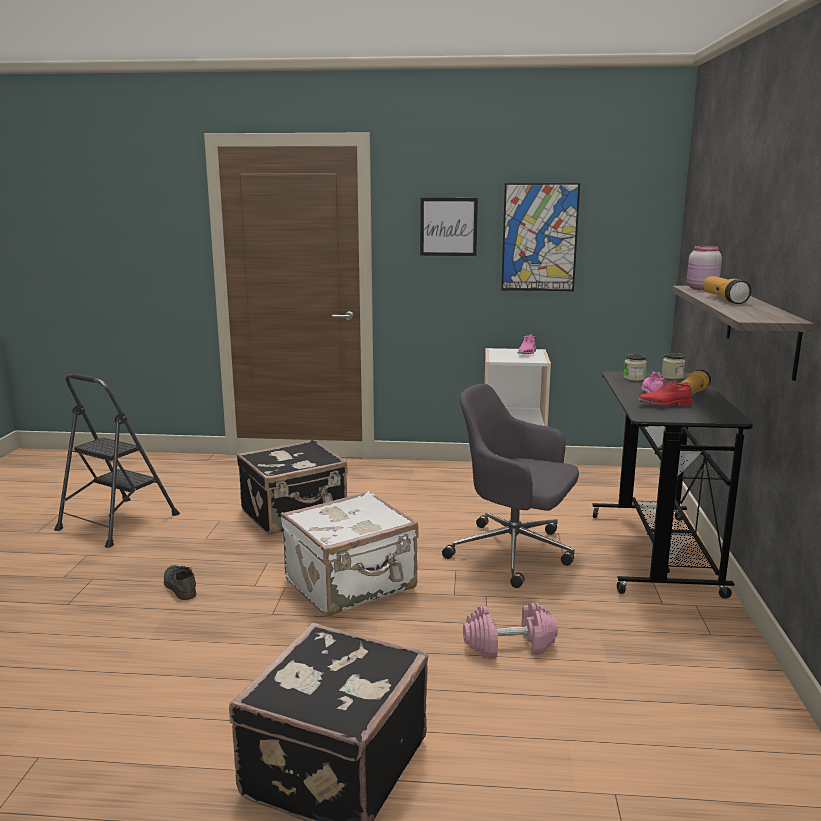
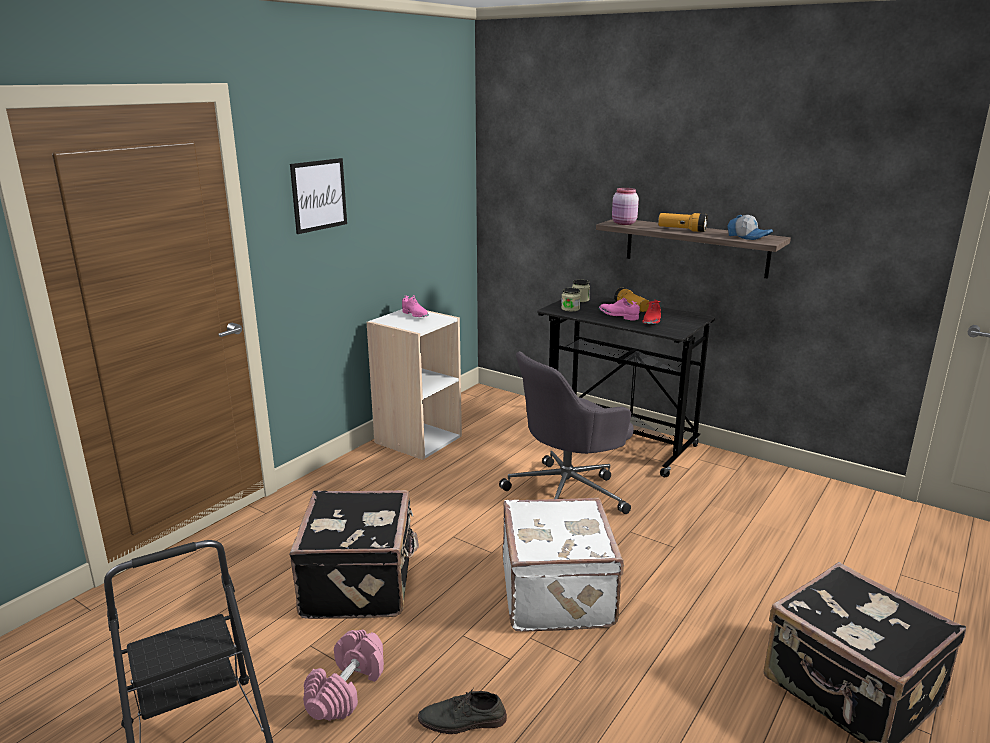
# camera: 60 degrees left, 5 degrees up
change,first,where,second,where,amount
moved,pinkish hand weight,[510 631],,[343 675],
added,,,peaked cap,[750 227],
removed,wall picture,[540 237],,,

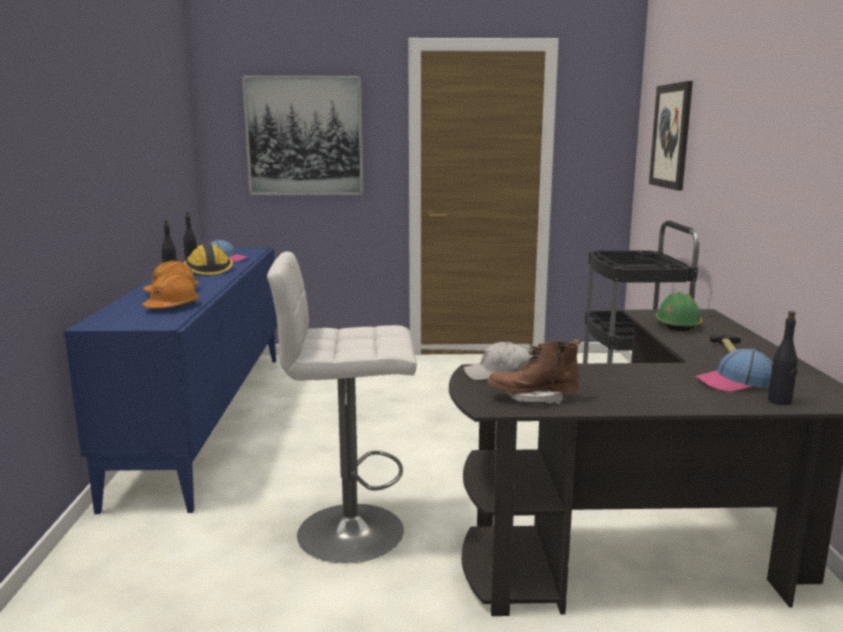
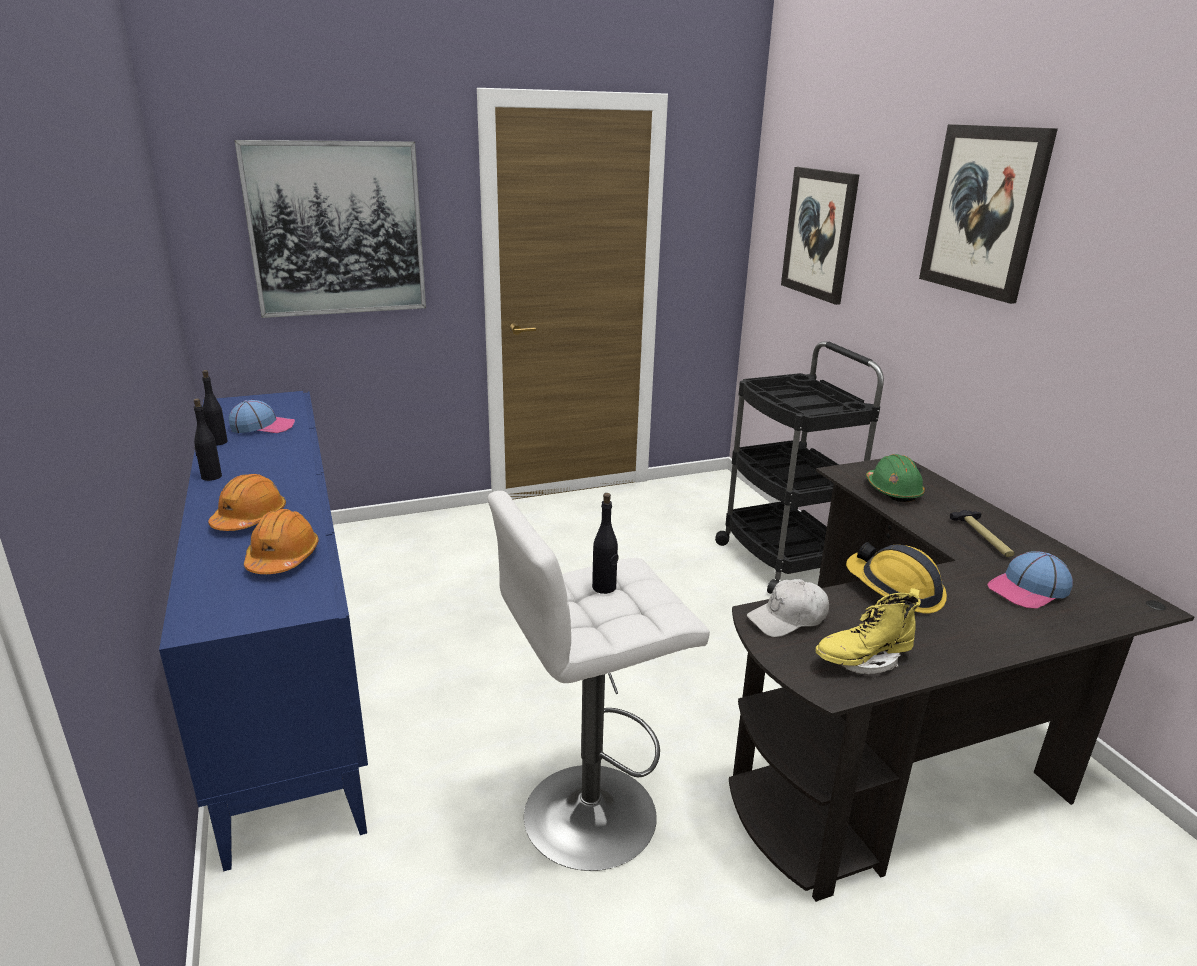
# camera: 20 degrees left, 10 degrees up
change,first,where,second,where,amount
moved,black bottle,[783 358],,[605 543],
recoloured,brown-coloured boot,[534 371],yellow boot,[868 631],
moved,work helmet,[208 259],,[896 577],
added,,,wall picture,[988 214],

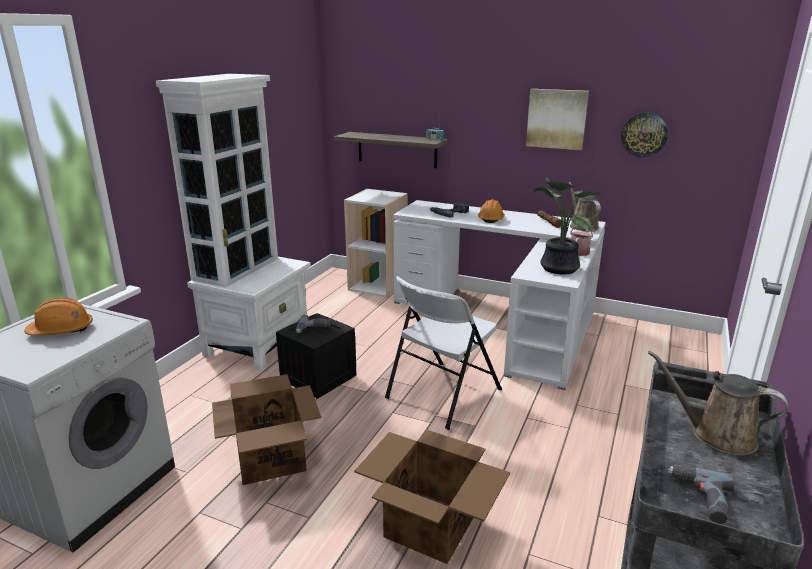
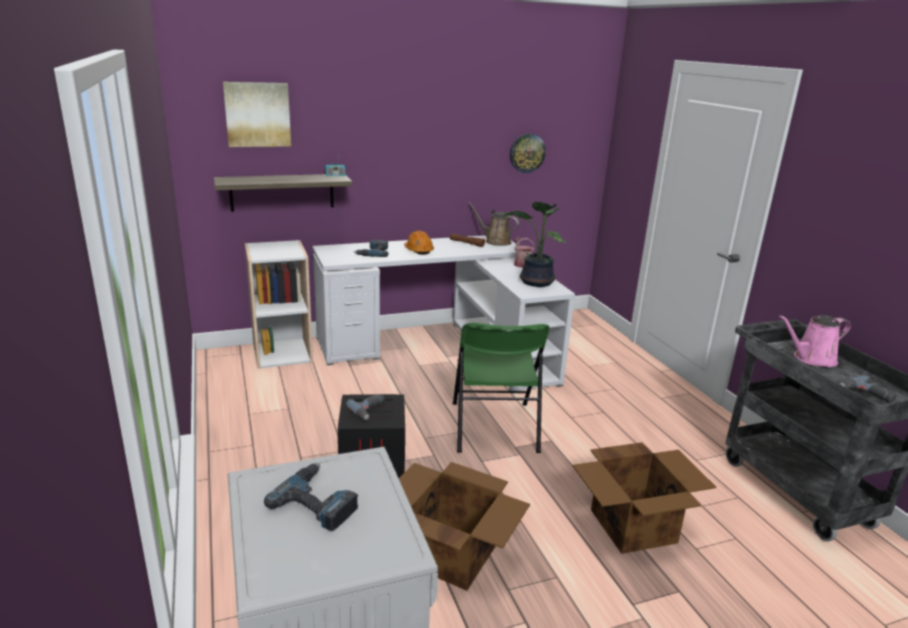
# camera: 45 degrees left, 0 degrees up
change,first,where,second,where,amount
moved,wall picture,[557 119],,[257 114],
replaced,orange-coloured work helmet,[58 316],power drill,[311 497],
recoloured,white upright chair,[443 353],green-coloured upright chair,[501 388],
recoloured,brown-coloured watering can,[718 402],pinkish watering can,[815 341],
removed,white cupboard,[233 223],,,

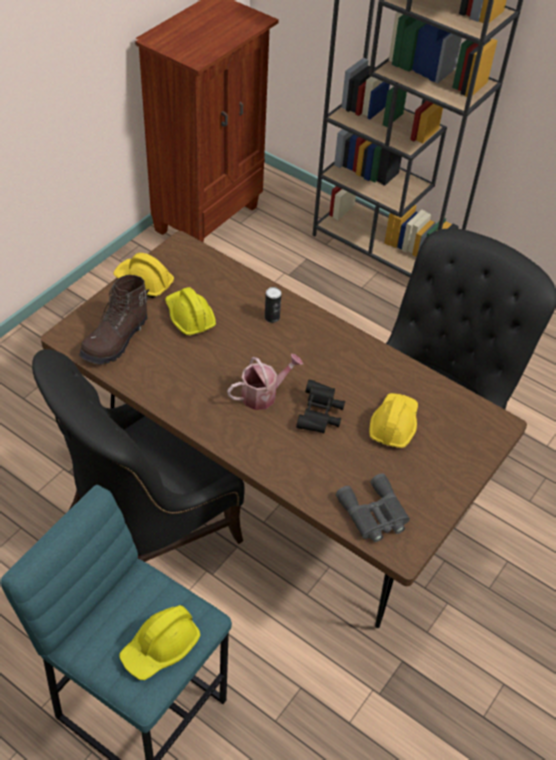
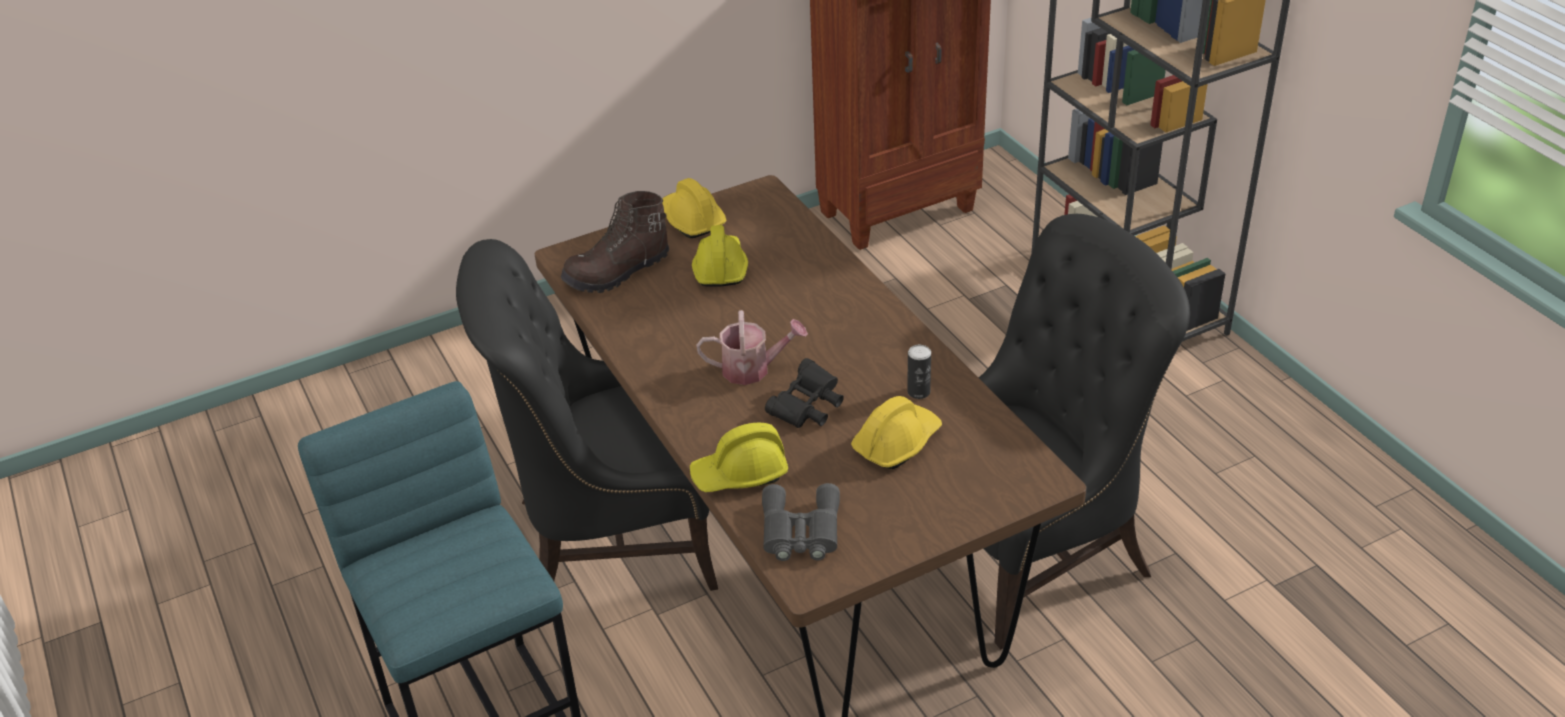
# camera: 30 degrees right, 10 degrees down
change,first,where,second,where,amount
moved,yellow work helmet,[159 642],,[739 457],
moved,sealed can,[273 305],,[919 372],

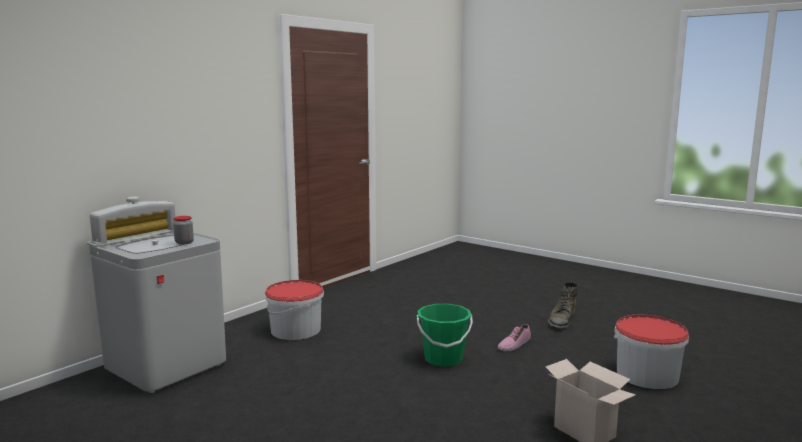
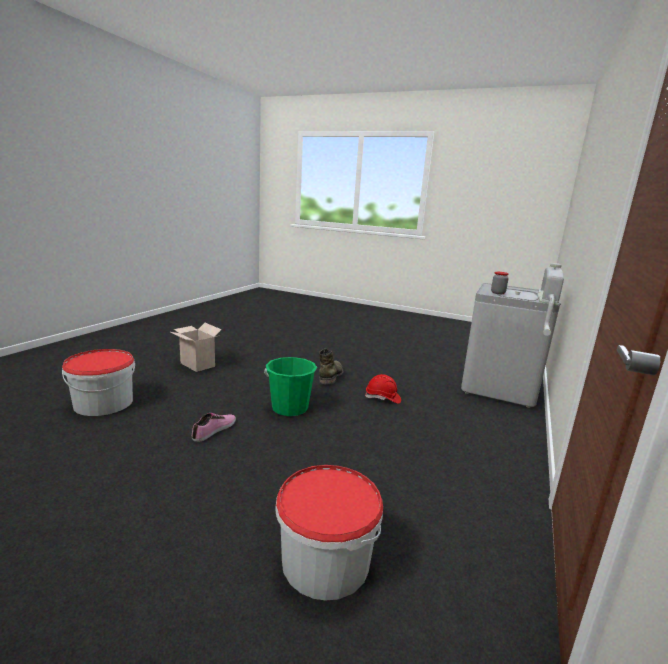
# camera: 165 degrees right, 5 degrees up
change,first,where,second,where,amount
moved,water bucket,[294 310],,[329 533],
moved,green-coloured boot,[563 305],,[331 366],
added,,,red-coloured work helmet,[383 389],

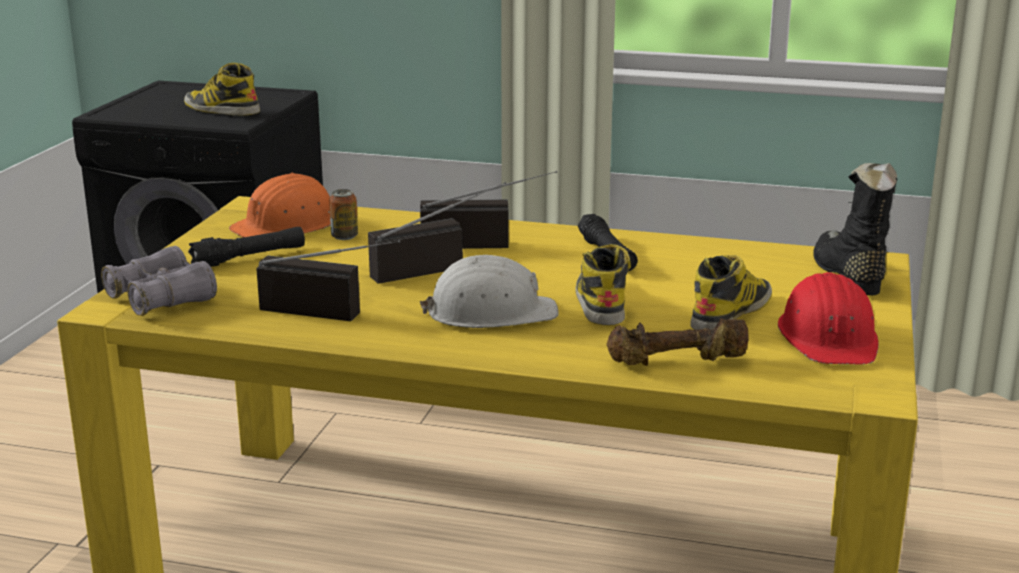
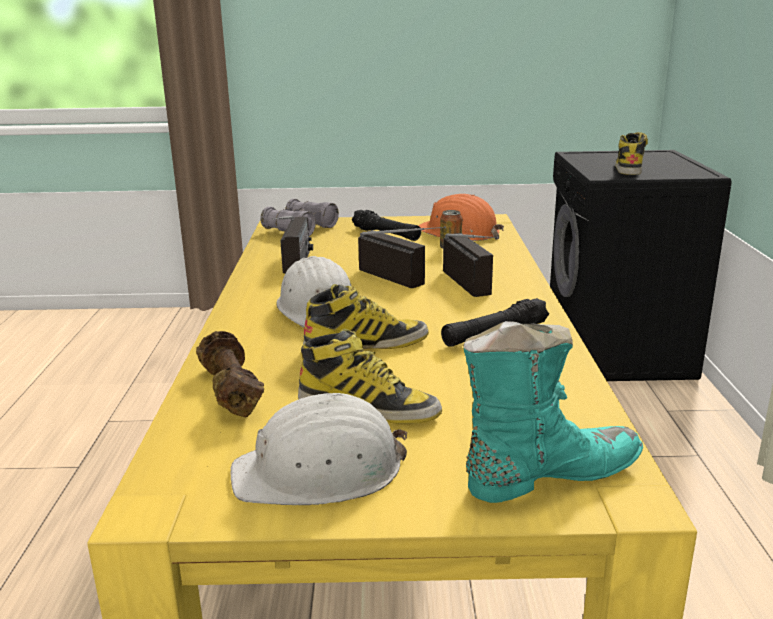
# camera: 75 degrees right, 0 degrees up
change,first,where,second,where,amount
recoloured,red-coloured work helmet,[828 318],white work helmet,[318 448],
recoloured,black boot,[855 229],turquoise boot,[553 412],

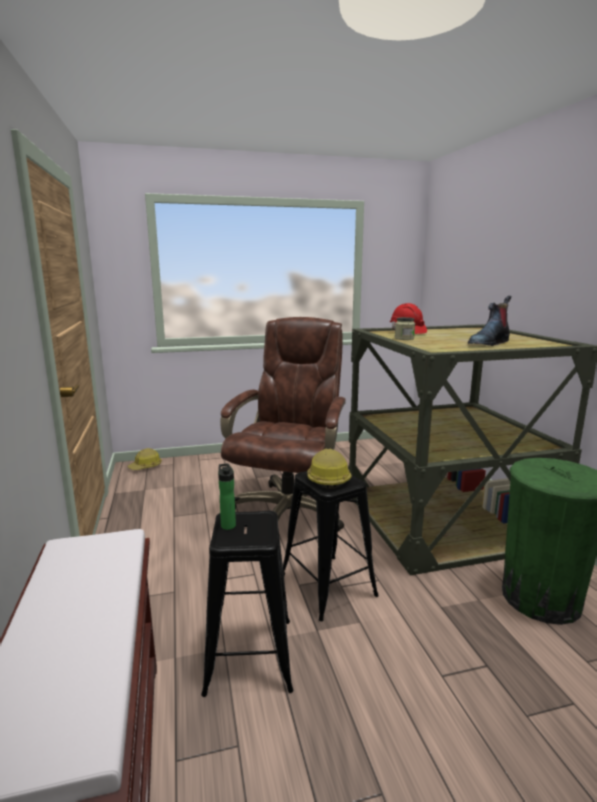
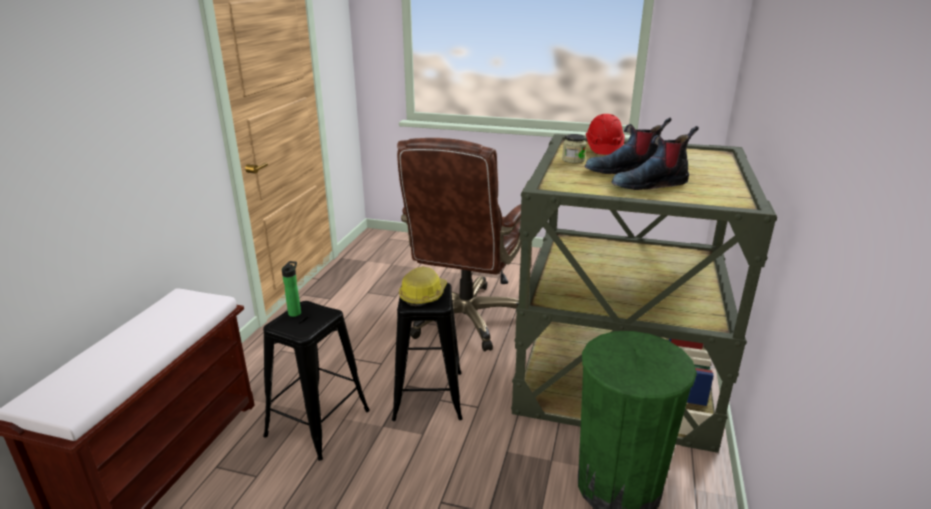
# camera: 30 degrees right, 10 degrees up
change,first,where,second,where,amount
turned,brown-coloured computer chair,[283 424],,[459 245],150 degrees clockwise
added,,,boot,[627 145],
removed,work helmet,[144 459],,,

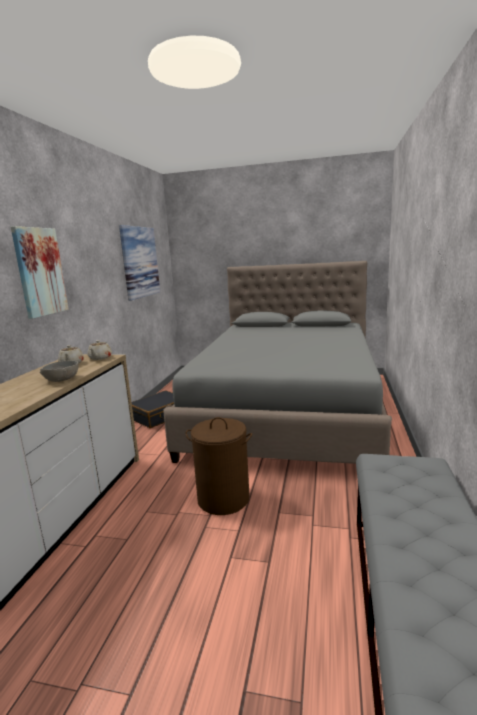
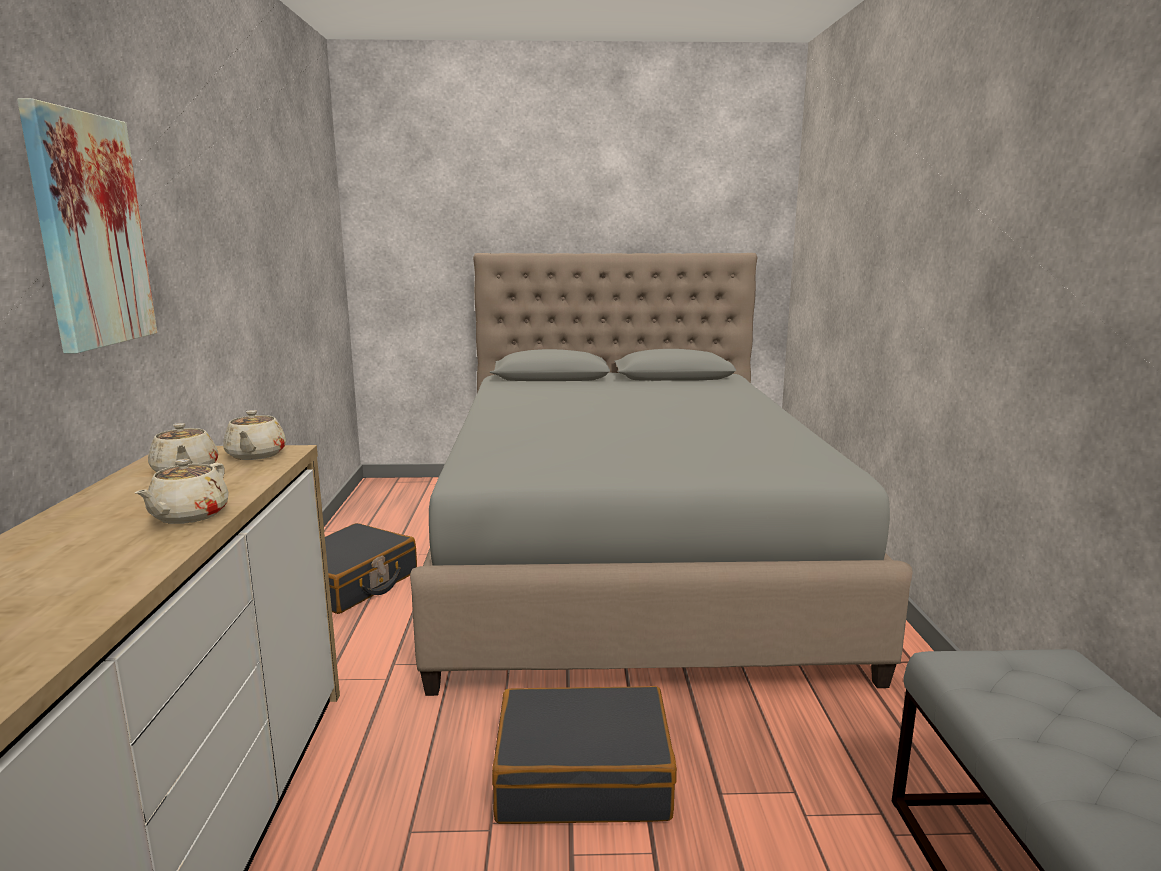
# camera: 15 degrees left, 0 degrees up
change,first,where,second,where,amount
replaced,gray bowl,[59 371],beige-coloured tea pot,[182 491],
replaced,brown-coloured washing basket,[219 466],black suitcase,[584 755],
removed,wall picture,[139 263],,,

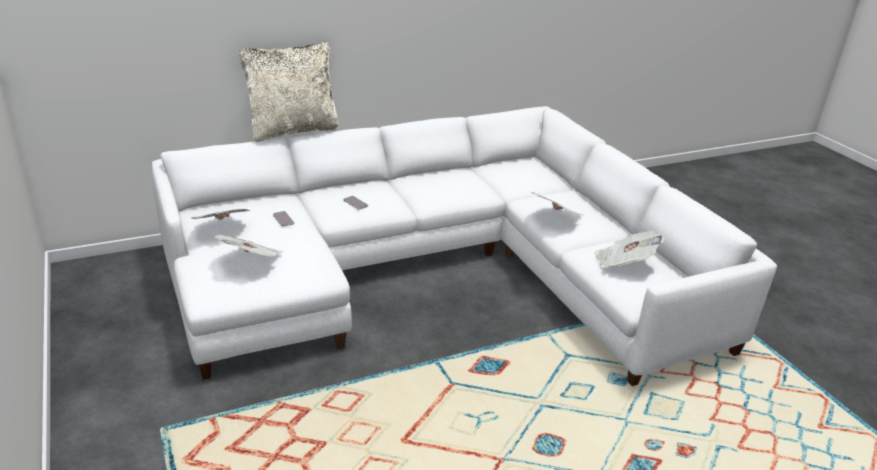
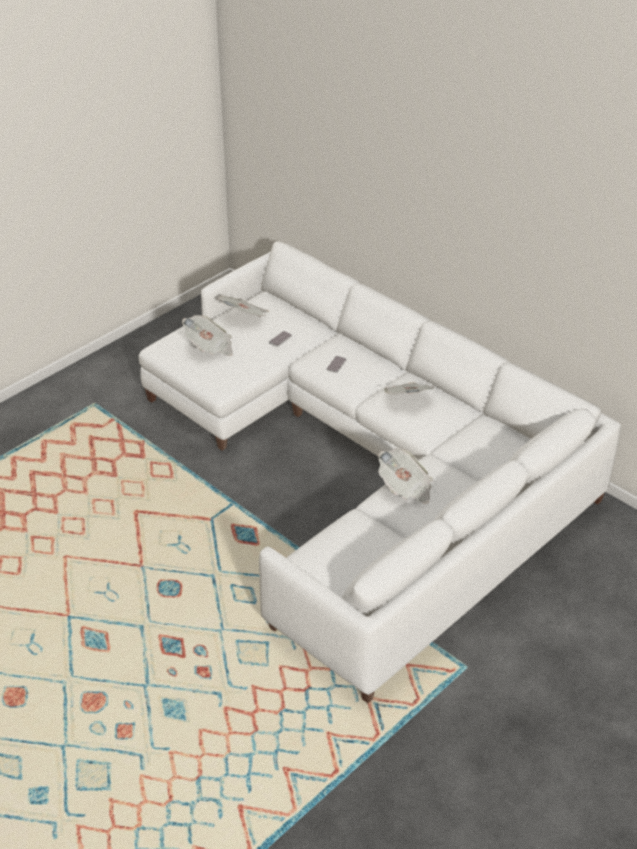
# camera: 70 degrees right, 10 degrees up
change,first,where,second,where,amount
moved,printed paper,[629 250],,[409 388],
removed,beige-coloured throw pillow,[288 91],,,

